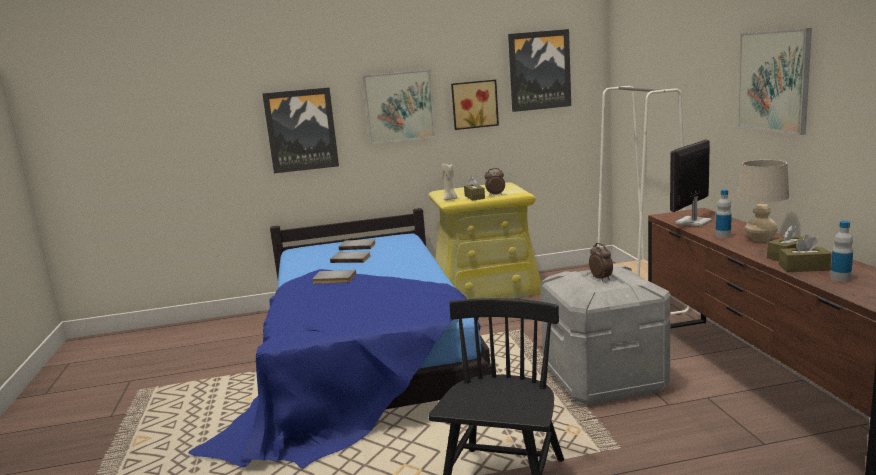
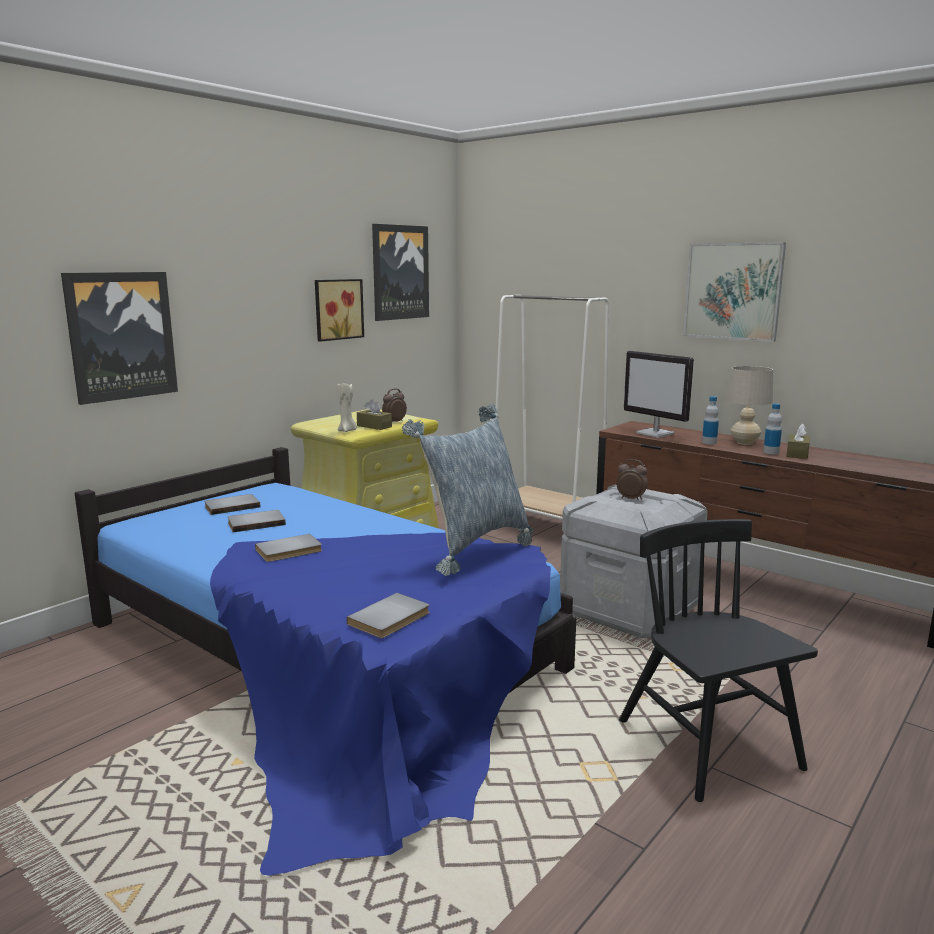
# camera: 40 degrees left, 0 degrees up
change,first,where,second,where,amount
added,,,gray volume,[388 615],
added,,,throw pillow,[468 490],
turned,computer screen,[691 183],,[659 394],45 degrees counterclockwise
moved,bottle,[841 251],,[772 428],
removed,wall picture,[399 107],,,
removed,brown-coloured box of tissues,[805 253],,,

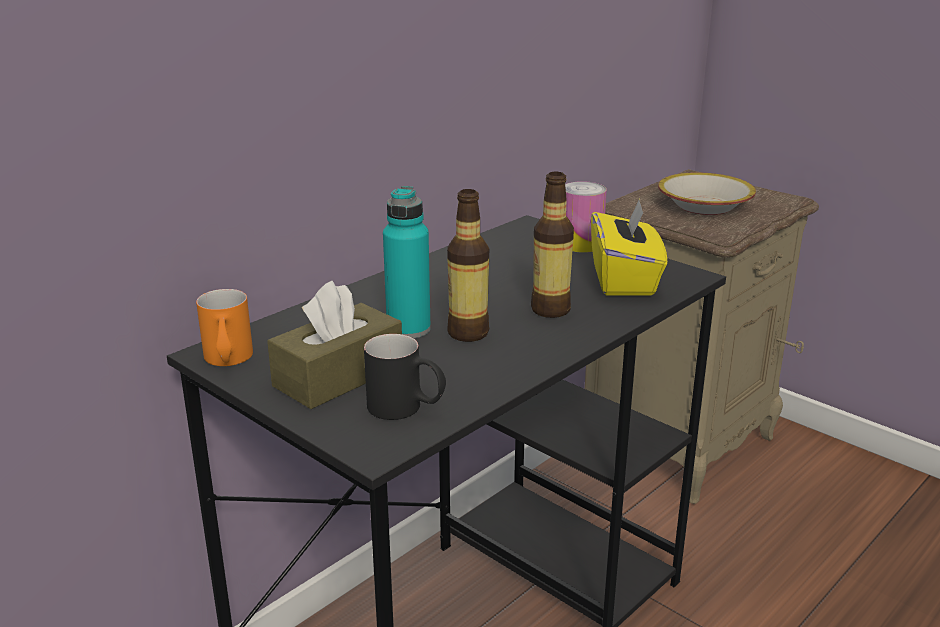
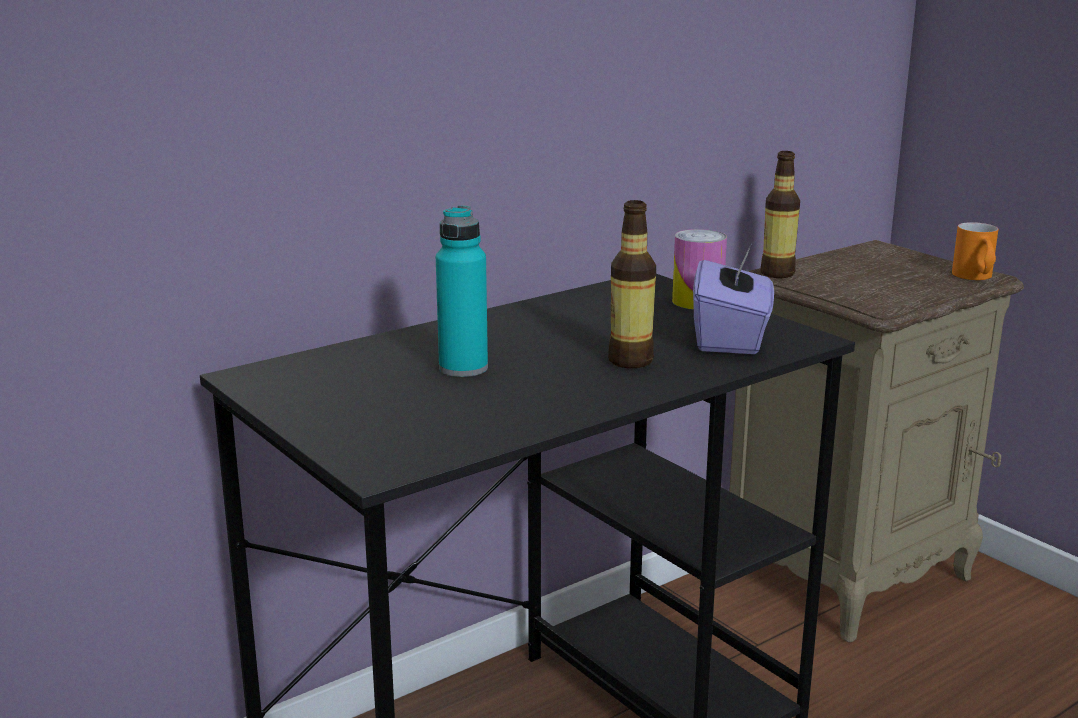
# camera: 10 degrees right, 5 degrees down
change,first,where,second,where,amount
recoloured,yellow box of tissues,[629 247],purple-coloured box of tissues,[733 299],
moved,bottle,[468 265],,[780 214],
moved,orange-coloured coffee mug,[224 327],,[975 251],
removed,brown-coloured box of tissues,[334 345],,,
removed,black coffee mug,[405 377],,,
removed,bowl,[707 193],,,

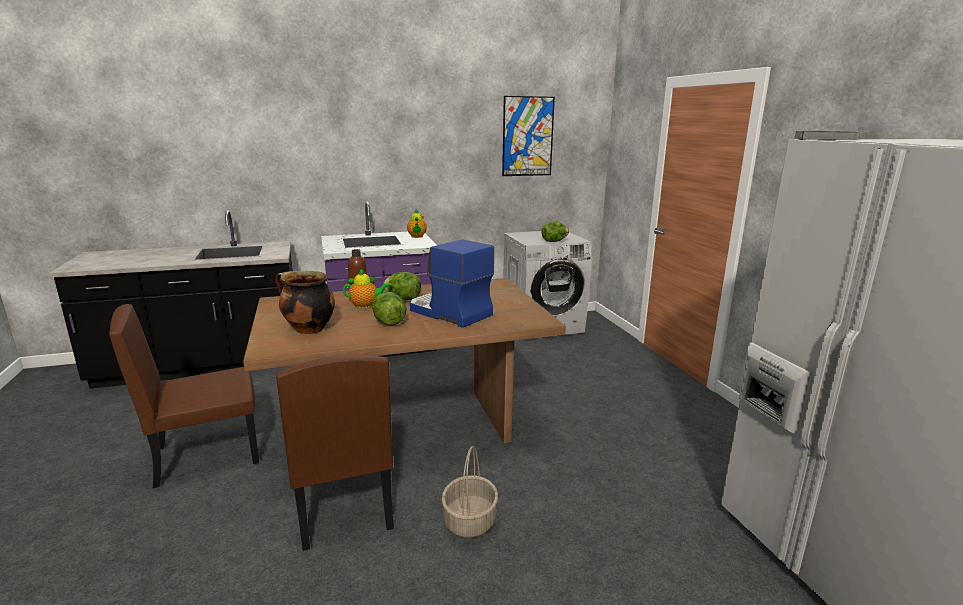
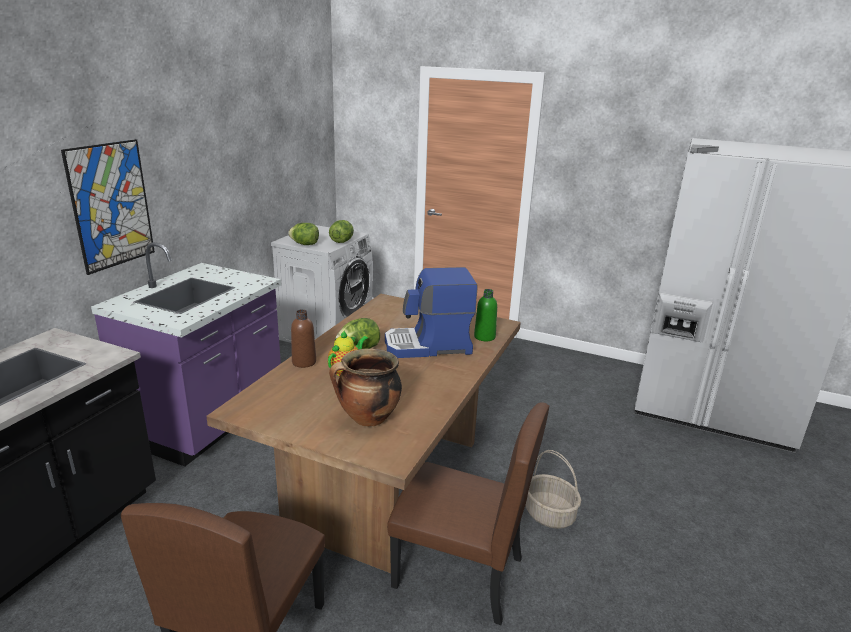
# camera: 50 degrees left, 5 degrees up
change,first,where,second,where,amount
moved,wall picture,[528 136],,[108 207],
moved,lettuce,[389 308],,[303 234],
added,,,green-coloured bottle,[485 315],
removed,tea pot,[417 223],,,

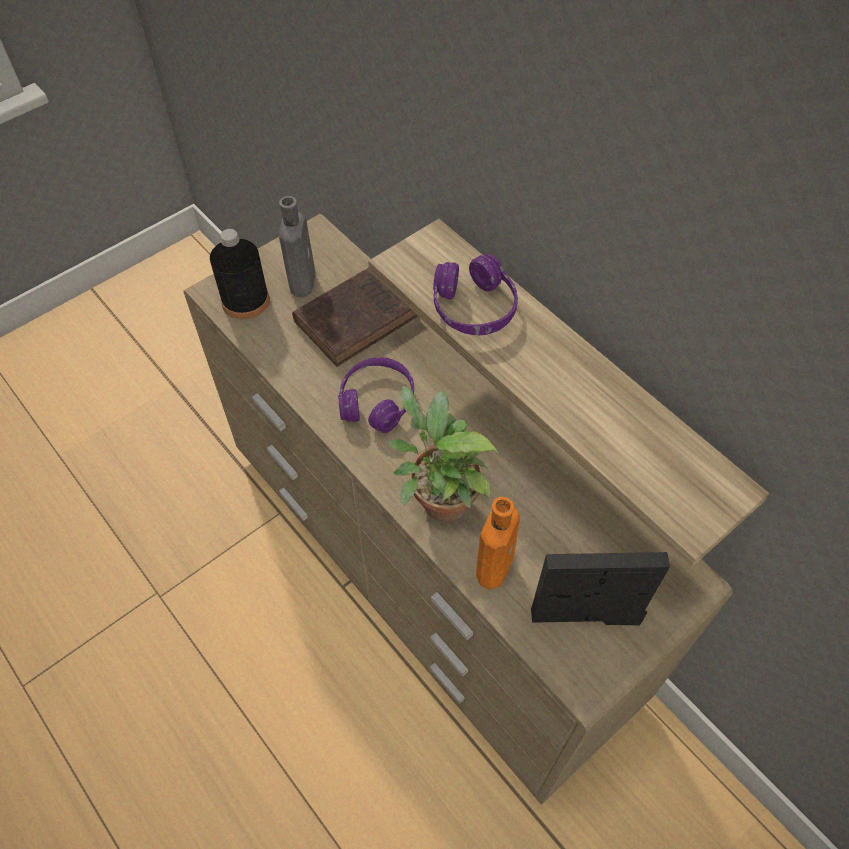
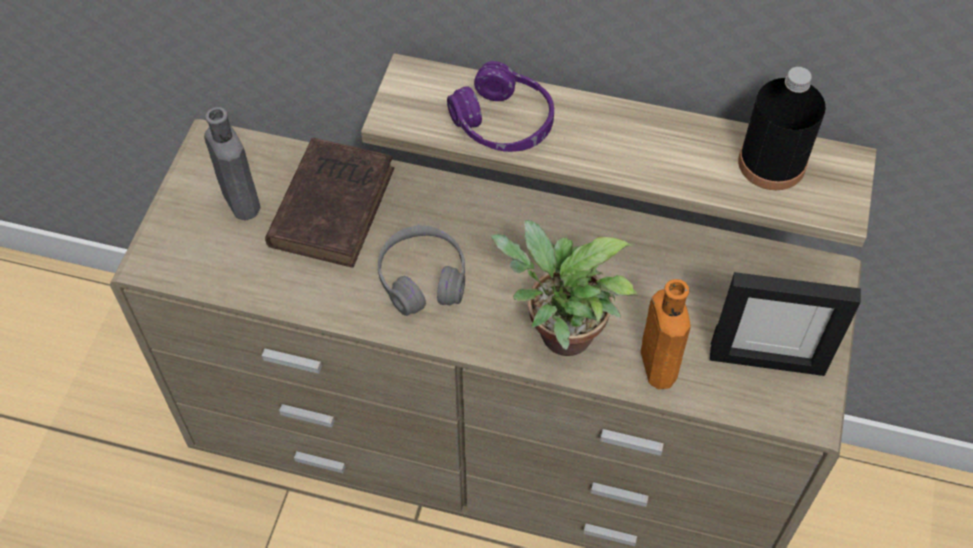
# camera: 35 degrees left, 0 degrees up
change,first,where,second,where,amount
recoloured,purple-coloured pair of headphones,[376 395],gray pair of headphones,[421 270],
turned,photo frame,[600 588],,[785 324],135 degrees counterclockwise
moved,black bottle,[240 274],,[782 128],

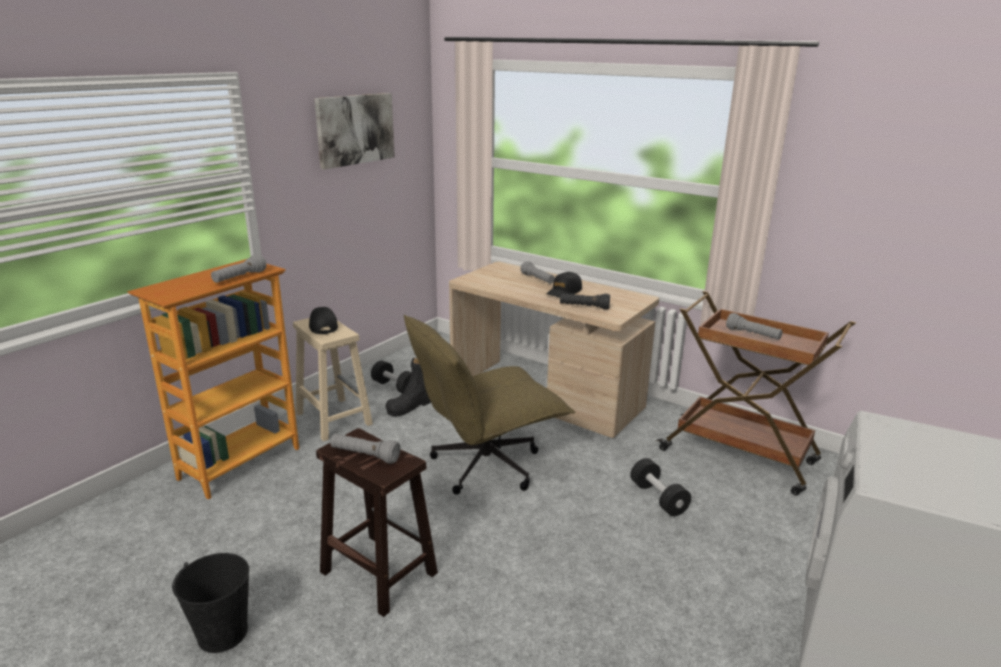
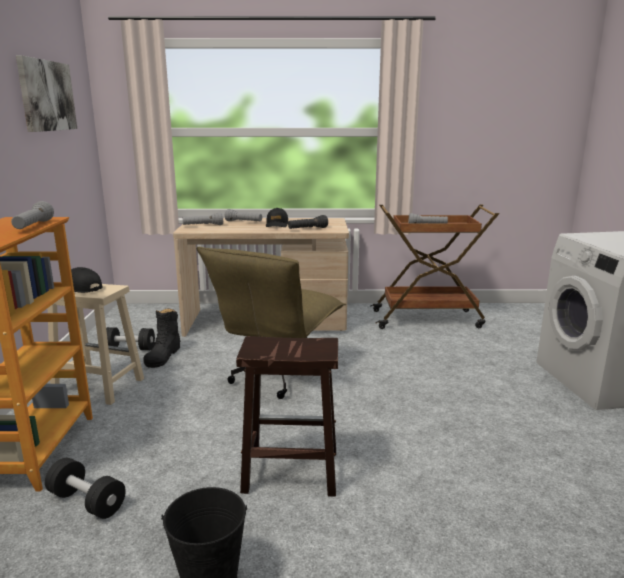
# camera: 35 degrees left, 5 degrees down
change,first,where,second,where,amount
moved,black hand weight,[660 487],,[85 488],
moved,gray flashlight,[365 449],,[203 219],

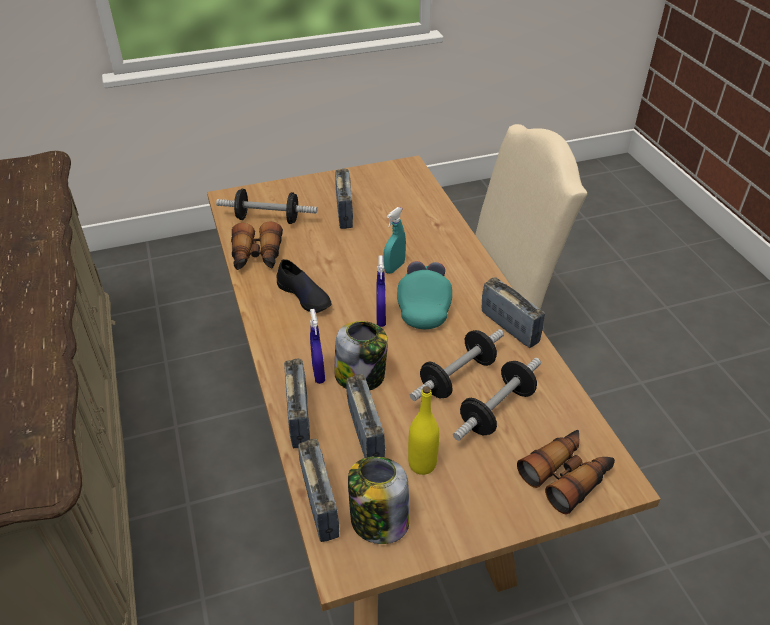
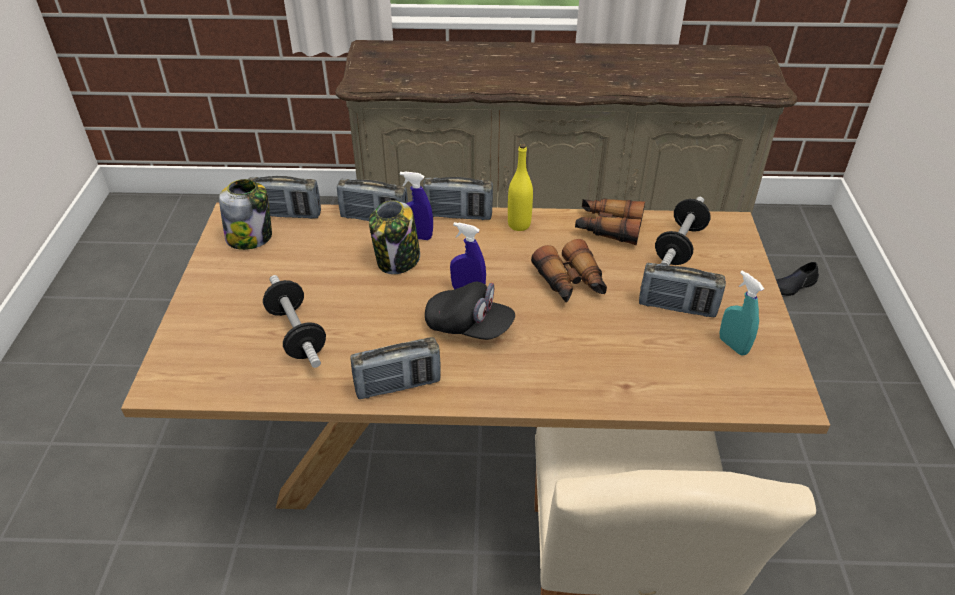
# camera: 110 degrees right, 0 degrees up
change,first,where,second,where,amount
moved,radio,[365 416],,[458 198],
recoloured,turquoise peaked cap,[424 295],black peaked cap,[470 311],
moved,yellow bottle,[423 430],,[520 187],
moved,binoculars,[566 472],,[569 271],
moved,turquoise spray bottle,[394 240],,[742 313],
moved,black item of footwear,[304 286],,[797 279],
removed,hand weight,[457 365],,,

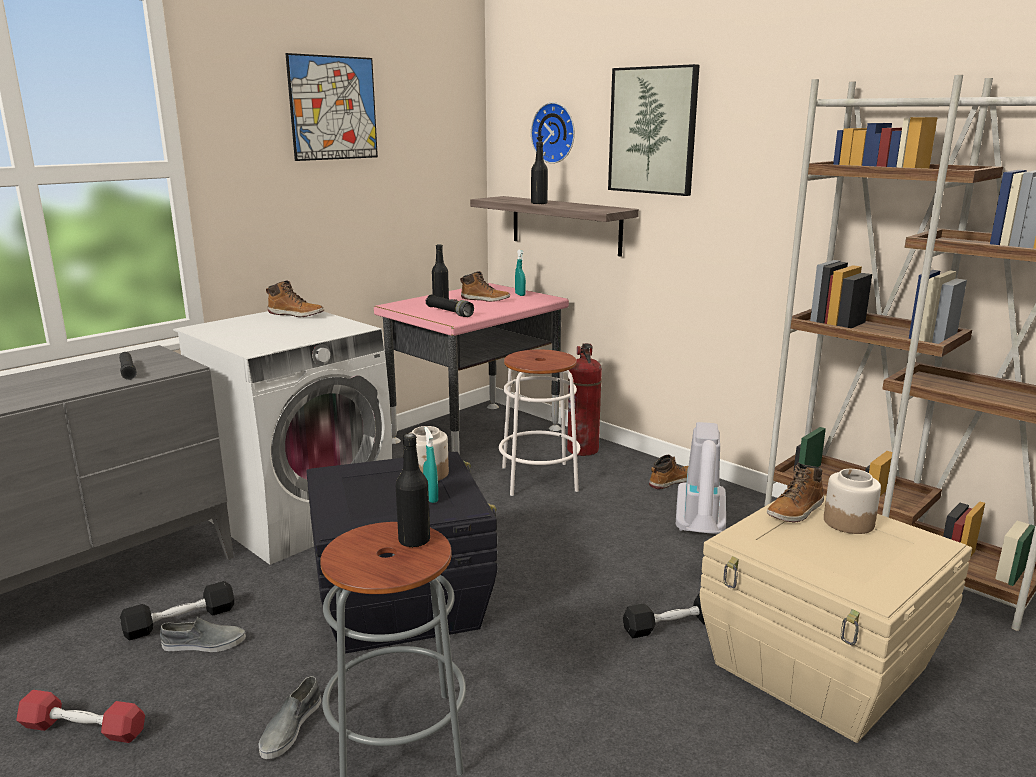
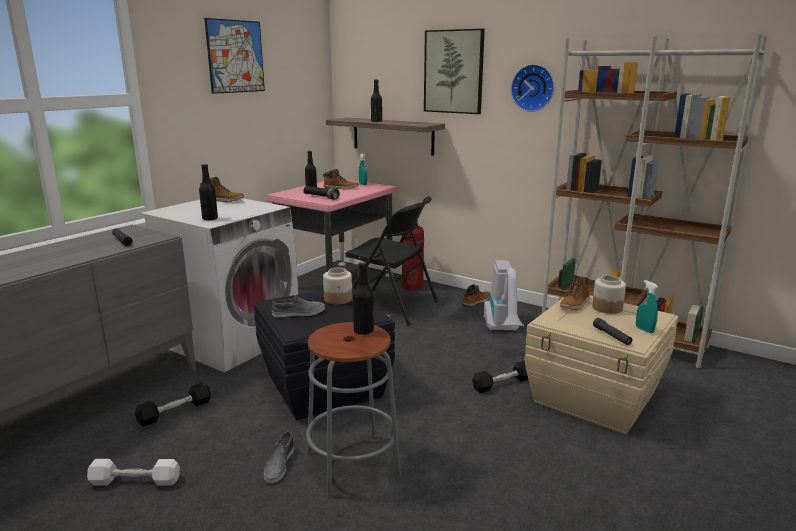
# camera: 10 degrees left, 0 degrees up
change,first,where,second,where,amount
recoloured,red-coloured hand weight,[80 716],white hand weight,[133 472],
added,,,black bottle,[208 192],
moved,gray item of footwear,[203 634],,[298 306],
replaced,white sitting stool,[539 422],black upright chair,[391 261],
moved,wall clock,[553 133],,[532 88],
added,,,black flashlight,[612 331],
moved,turquoise spray bottle,[430 465],,[647 306],

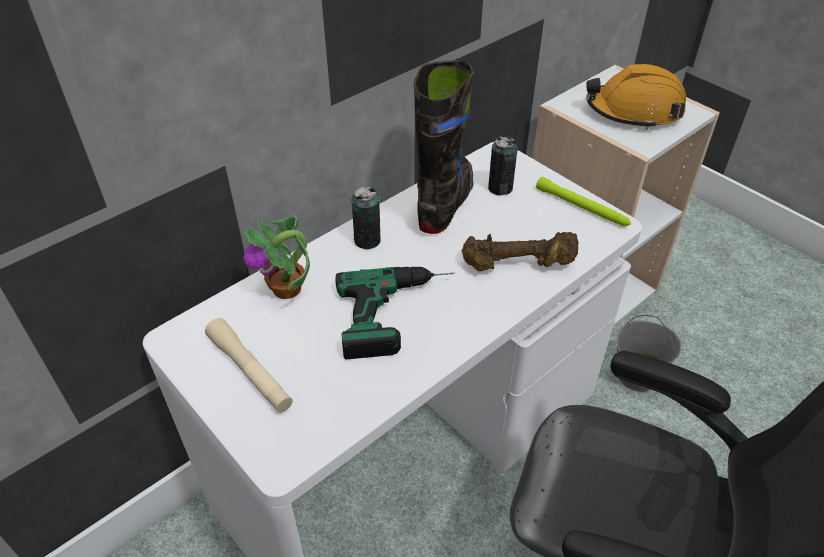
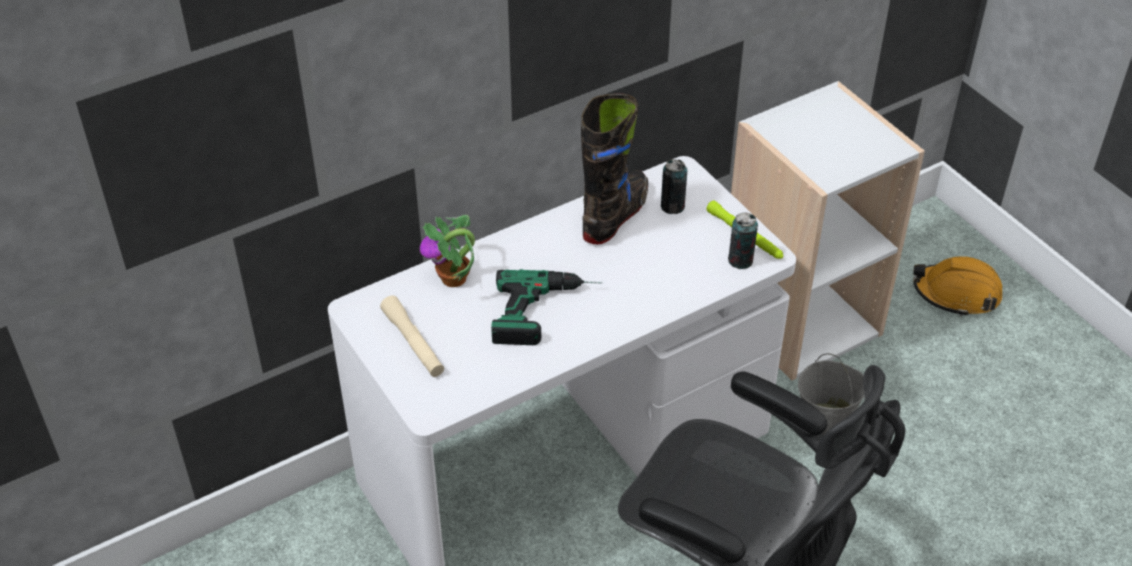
# camera: 10 degrees right, 0 degrees up
change,first,where,second,where,amount
moved,sealed can,[366 218],,[743 240],
moved,orange-coloured work helmet,[636 96],,[957 286],
removed,brown-coloured hand weight,[520 251],,,

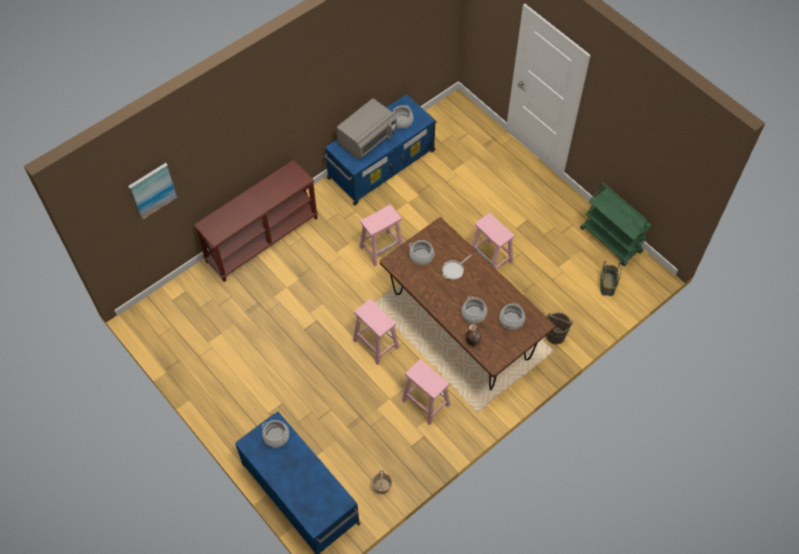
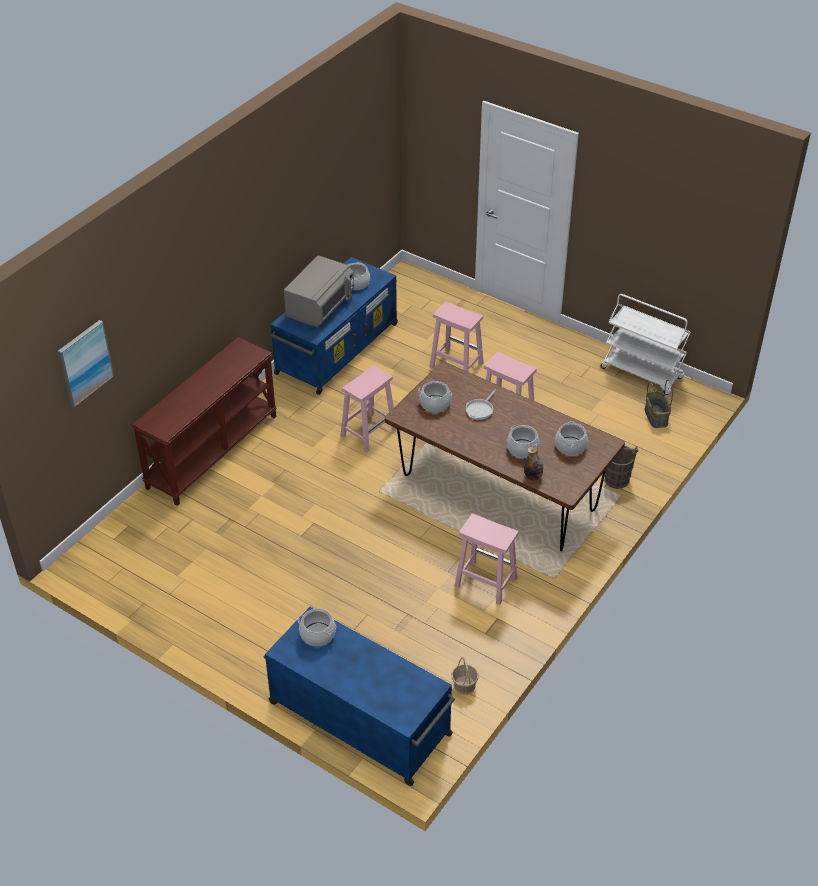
# camera: 15 degrees left, 15 degrees down
change,first,where,second,where,amount
moved,pinkish sitting stool,[376 332],,[457 336],
recoloured,green-coloured trolley,[615 224],white trolley,[646 344],

